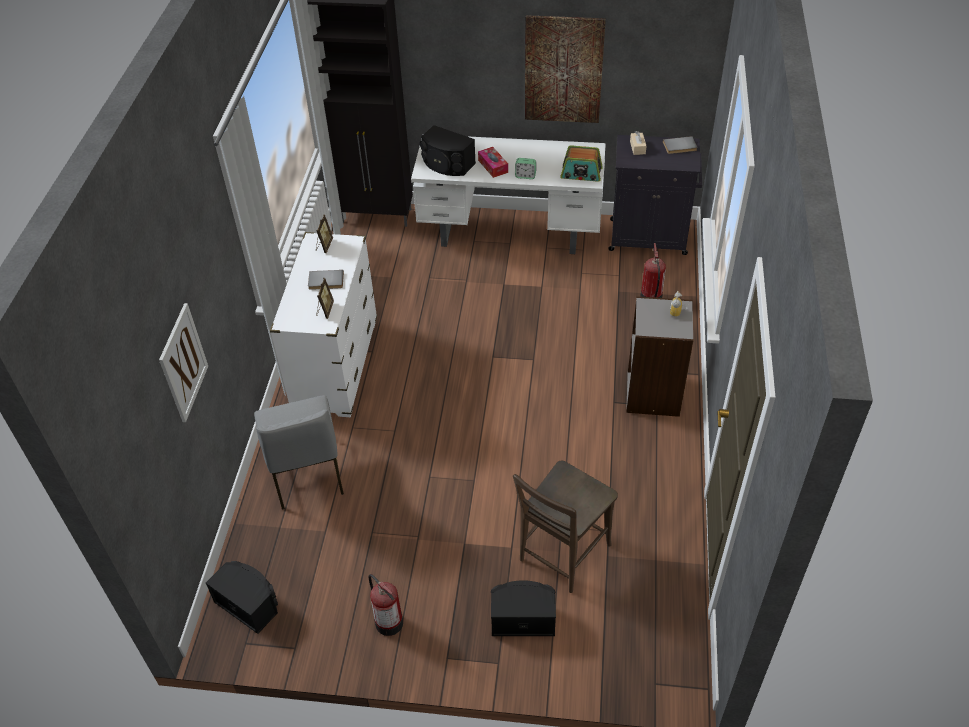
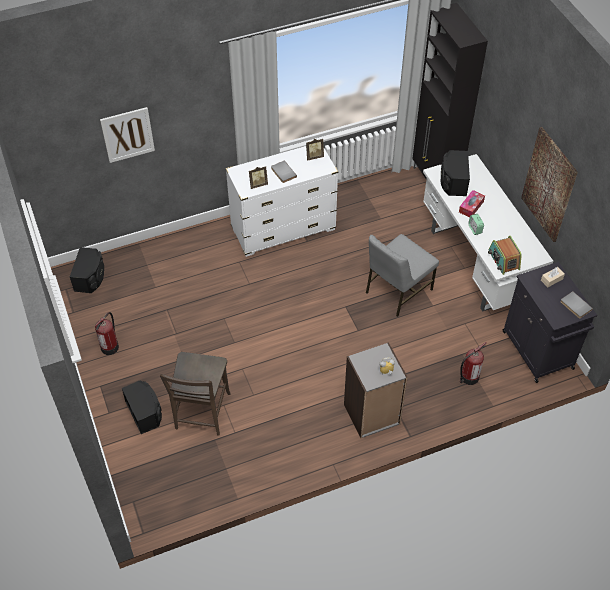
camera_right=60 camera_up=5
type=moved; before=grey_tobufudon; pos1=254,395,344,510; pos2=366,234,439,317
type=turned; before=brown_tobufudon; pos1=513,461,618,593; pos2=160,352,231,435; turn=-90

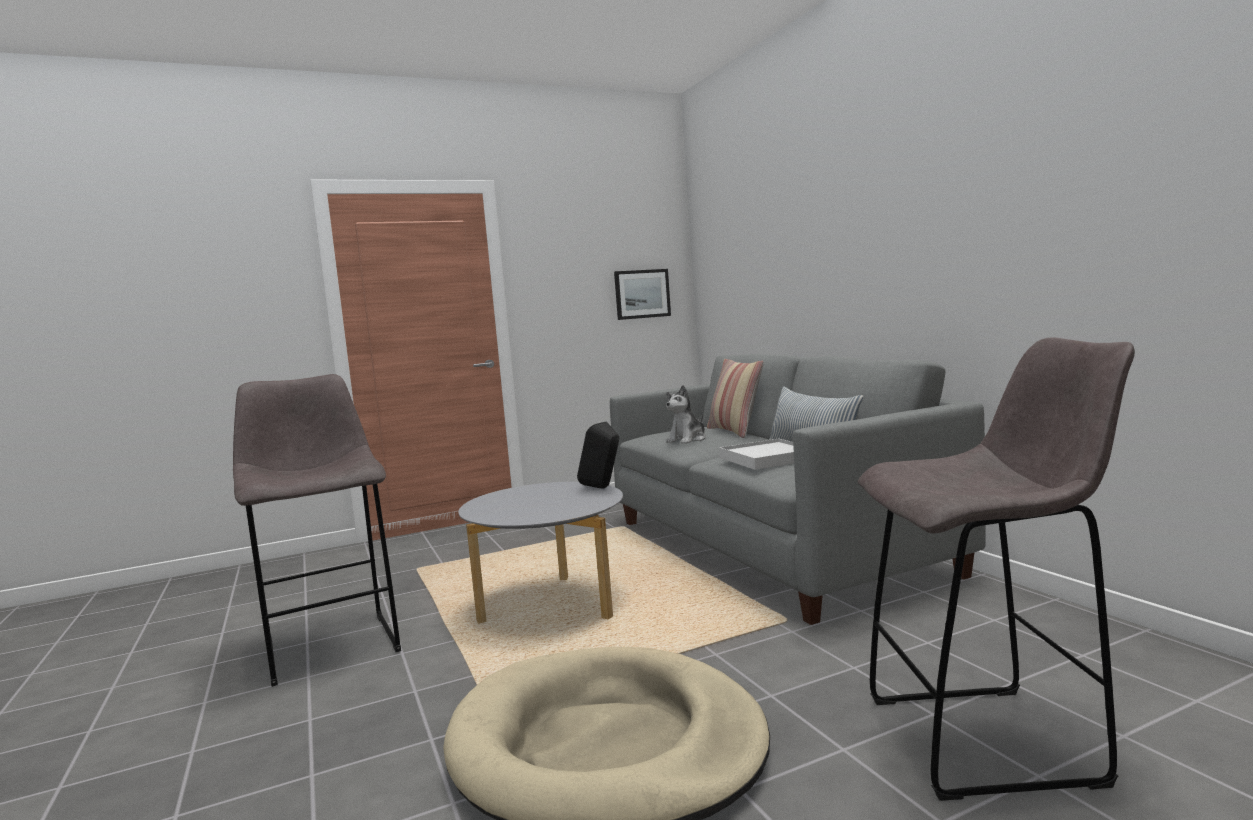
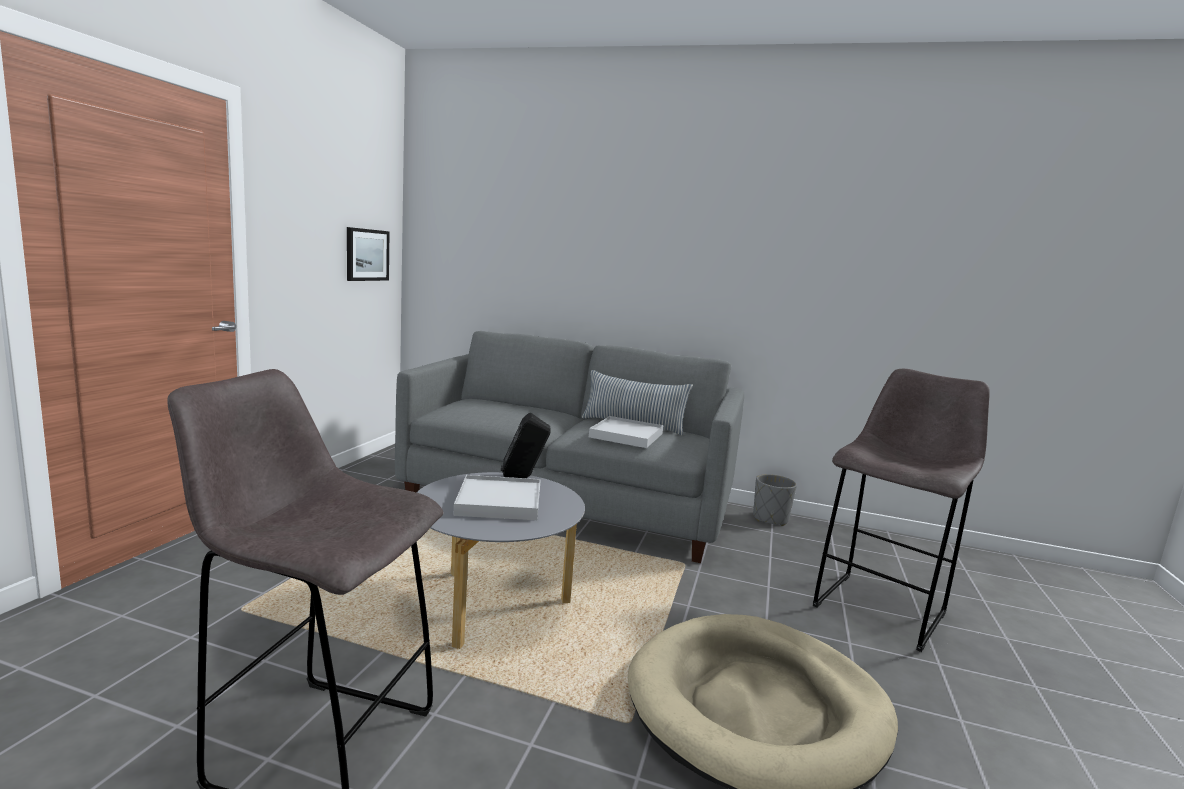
camera_right=-50 camera_up=5
type=removed; before=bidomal; pos1=666,385,706,444
type=removed; before=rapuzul; pos1=707,359,764,438
type=added; after=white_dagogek; pos2=453,475,541,520
type=added; after=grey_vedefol; pos2=753,474,797,526

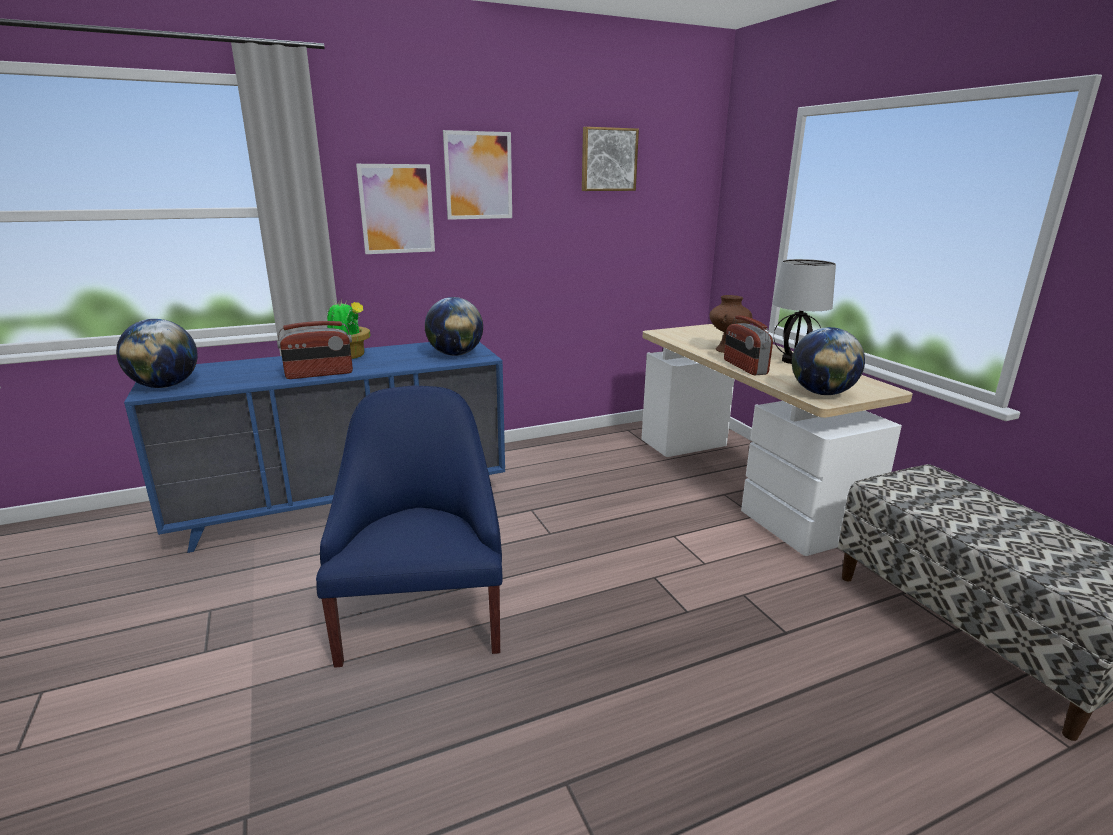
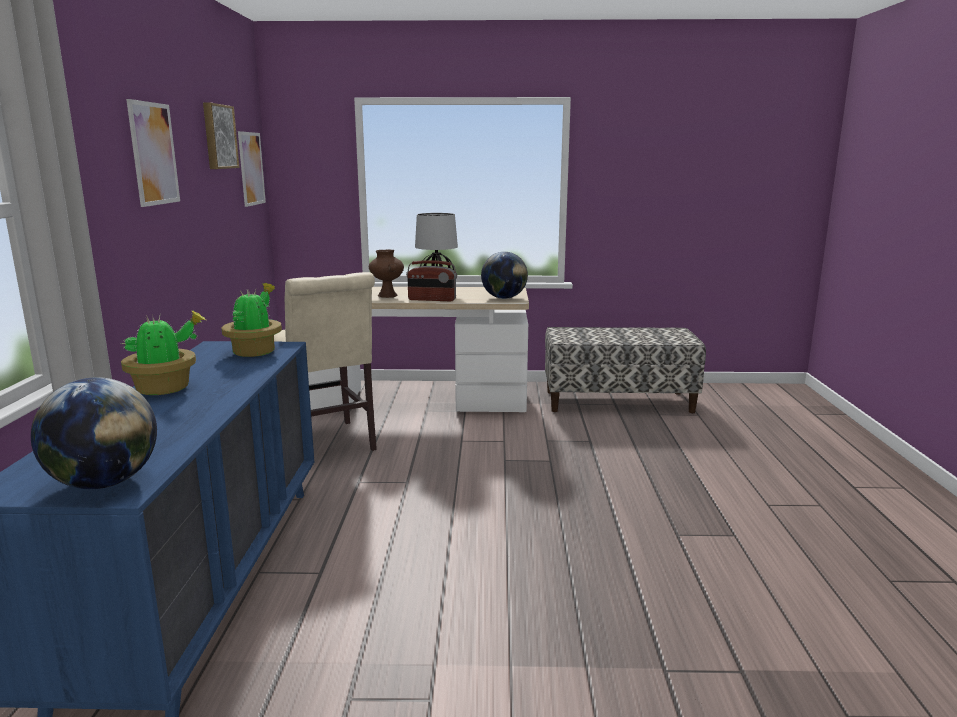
camera_right=-65 camera_up=-5
type=removed; before=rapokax; pos1=277,321,353,379
type=removed; before=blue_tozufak; pos1=316,386,503,668
type=added; after=beige_tobufudon; pos2=274,272,377,451
type=moved; before=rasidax; pos1=356,164,435,254; pos2=238,131,266,207
type=replaced; before=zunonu; after=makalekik; pos1=425,297,483,356; pos2=221,283,282,357

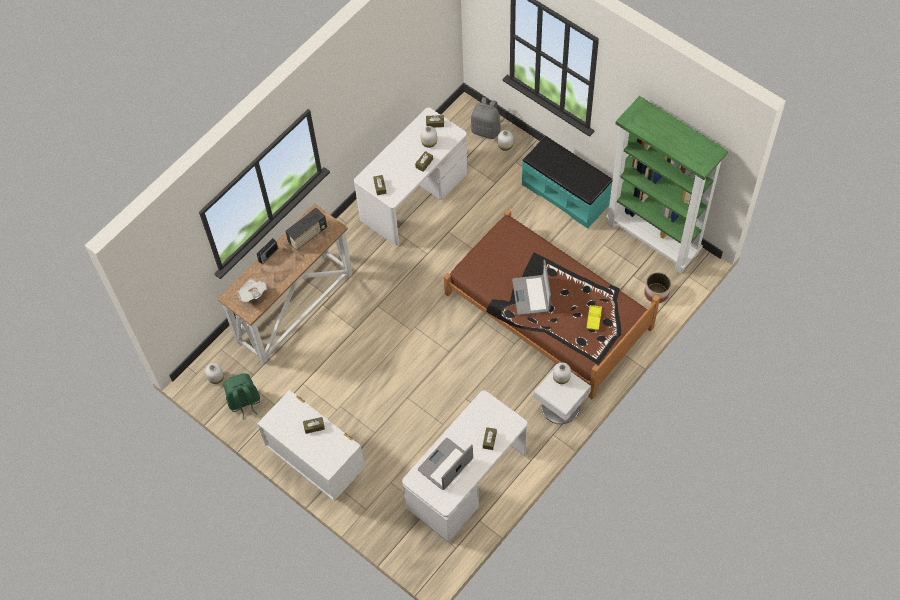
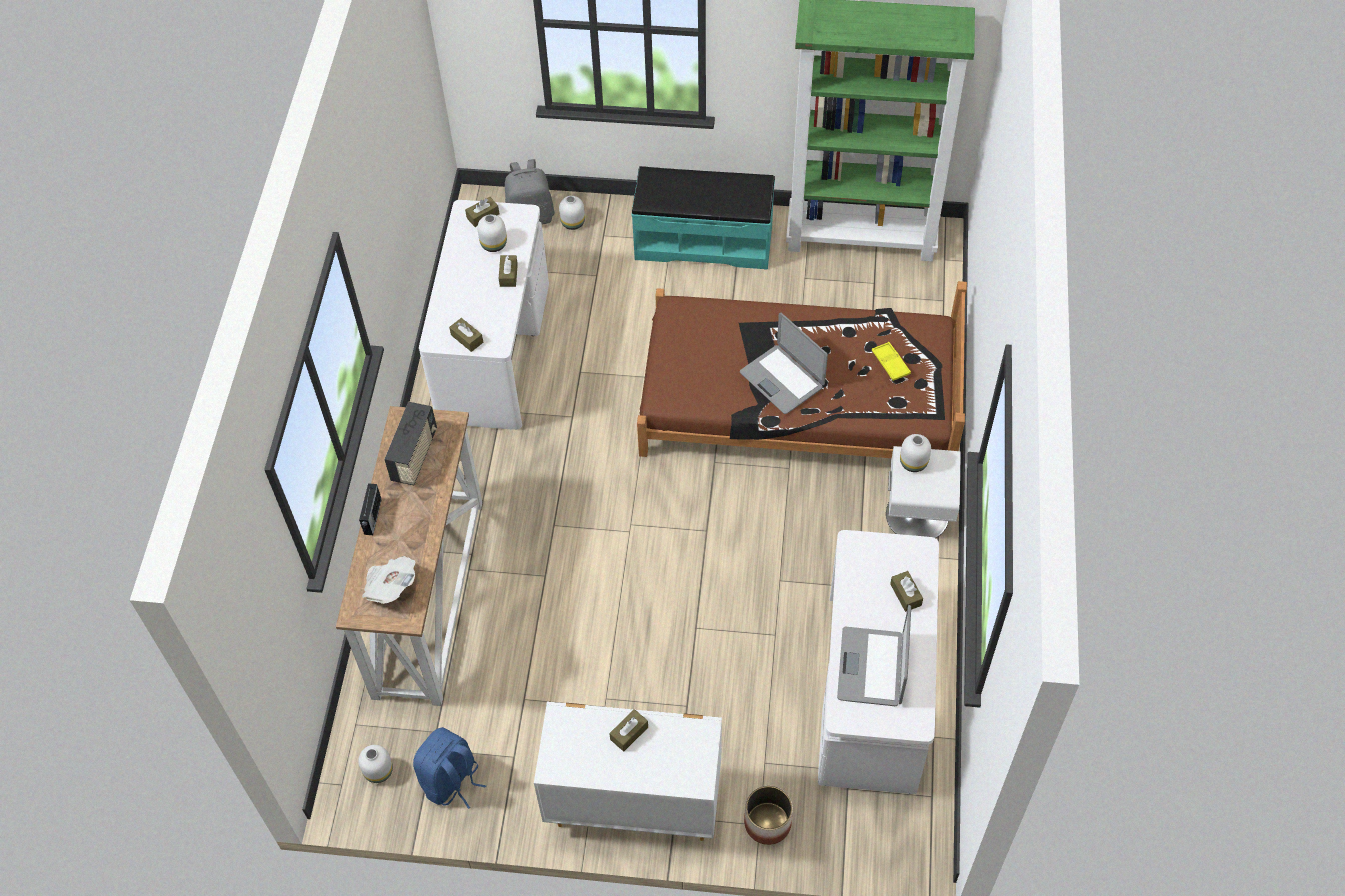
camera_right=-35 camera_up=-5
type=moved; before=vedefol; pos1=644,272,671,303; pos2=744,786,793,845
type=recoloured; before=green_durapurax; after=blue_durapurax; pos1=224,373,260,420; pos2=413,727,486,809

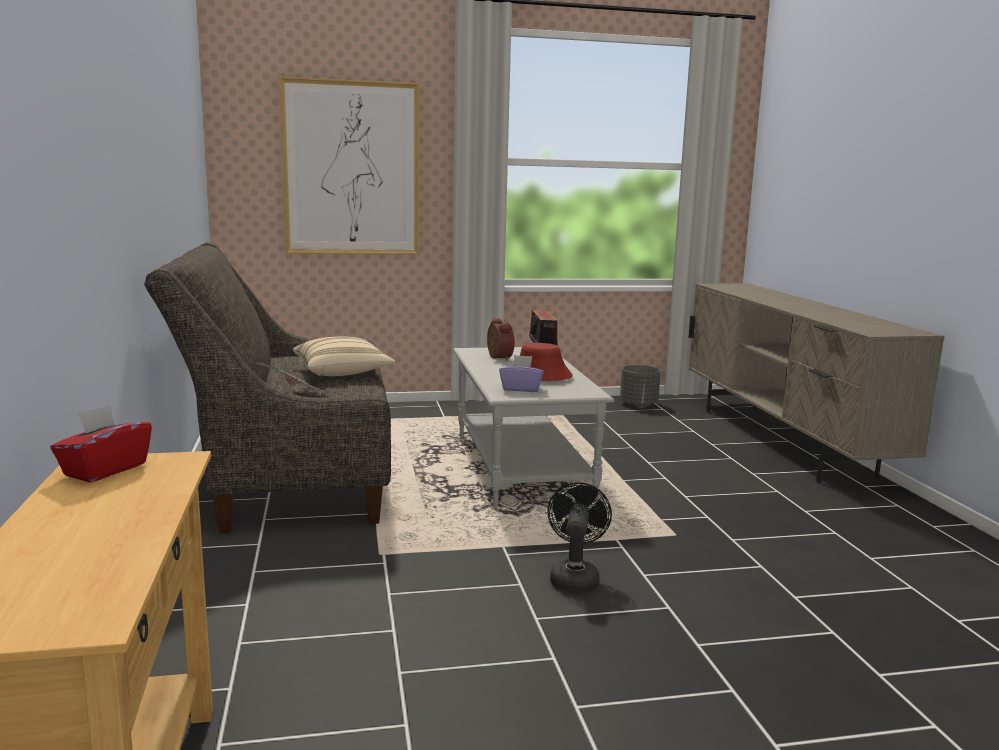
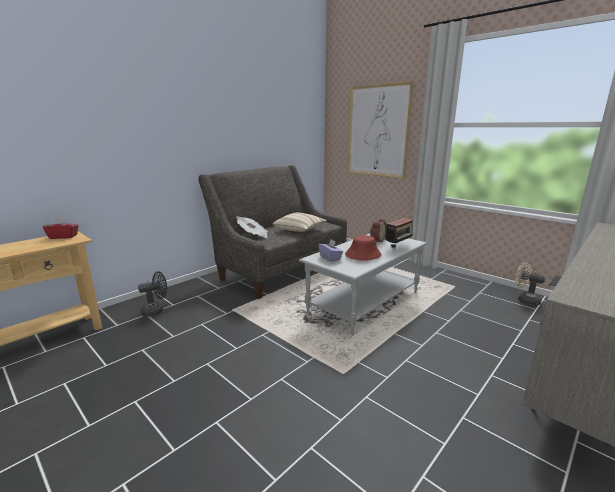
camera_right=55 camera_up=5
type=moved; before=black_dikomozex; pos1=547,482,612,593; pos2=138,271,167,316
type=replaced; before=grey_vedefol; after=beige_dikomozex; pos1=620,365,661,407; pos2=515,263,545,305

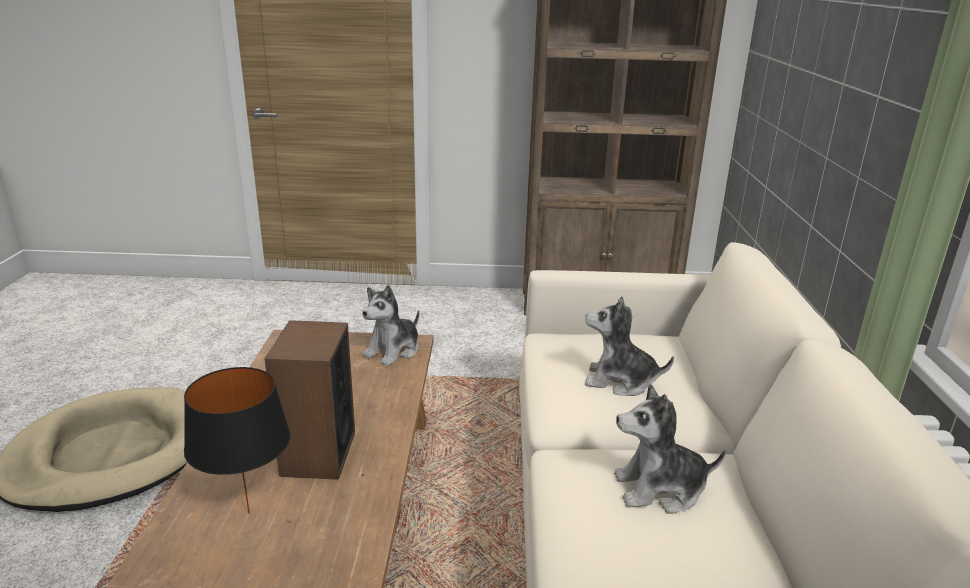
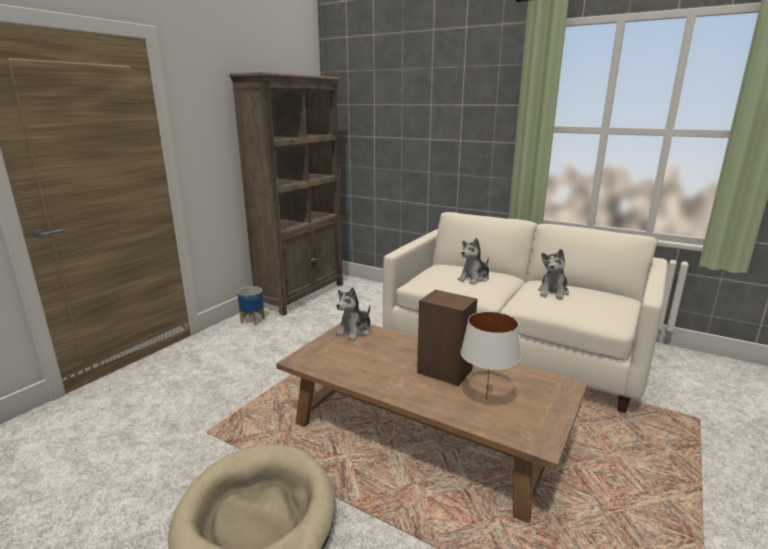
camera_right=-60 camera_up=-5
type=added; after=vedefol; pos2=237,286,265,325
type=recoloured; before=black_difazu; after=white_difazu; pos1=184,367,291,514; pos2=461,312,521,400
type=turned; before=bidomal; pos1=362,285,419,366; pos2=336,287,371,341; turn=60

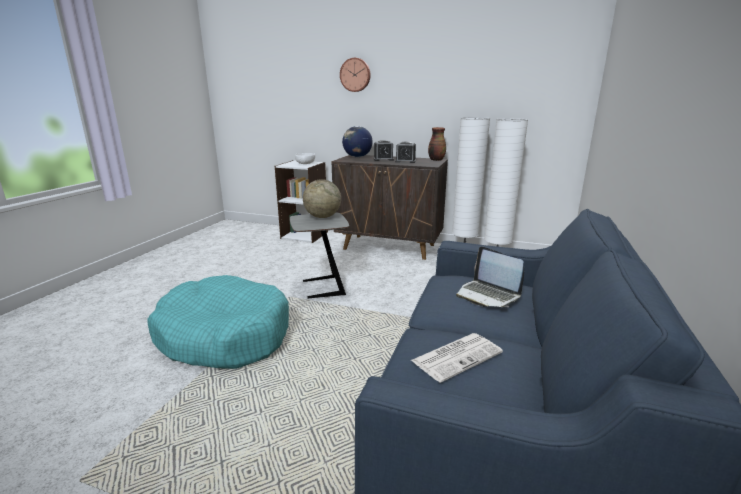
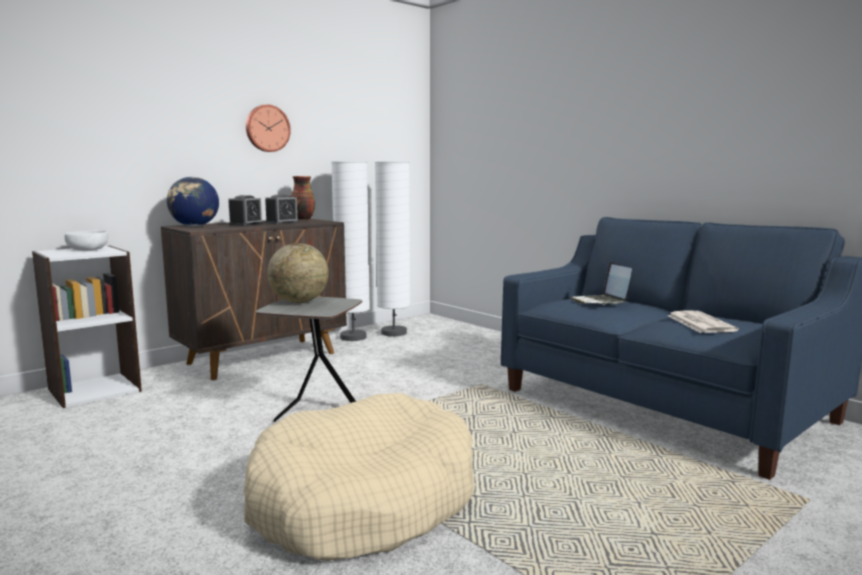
camera_right=-60 camera_up=-10
type=moved; before=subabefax; pos1=340,58,371,92; pos2=246,105,291,152
type=recoloured; before=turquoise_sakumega; after=beige_sakumega; pos1=148,275,289,369; pos2=244,393,474,561
type=turned; before=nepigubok; pos1=456,246,524,307; pos2=571,262,632,305; turn=90

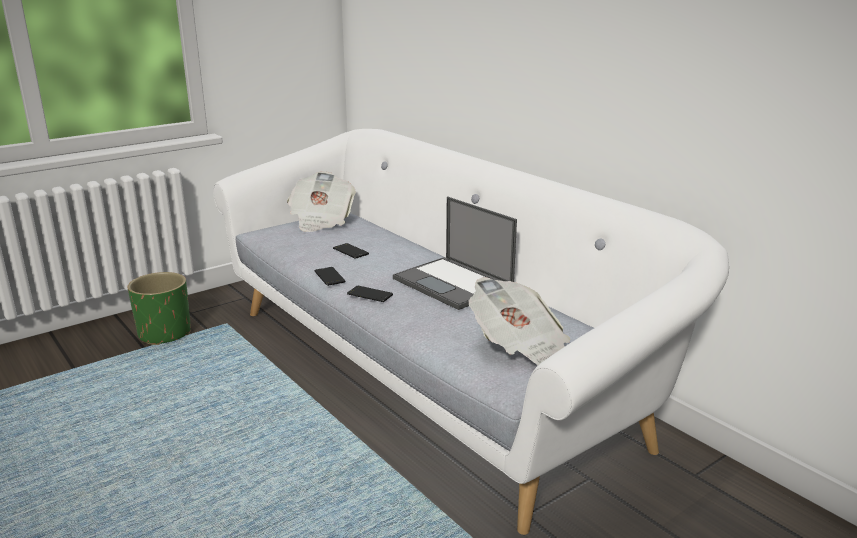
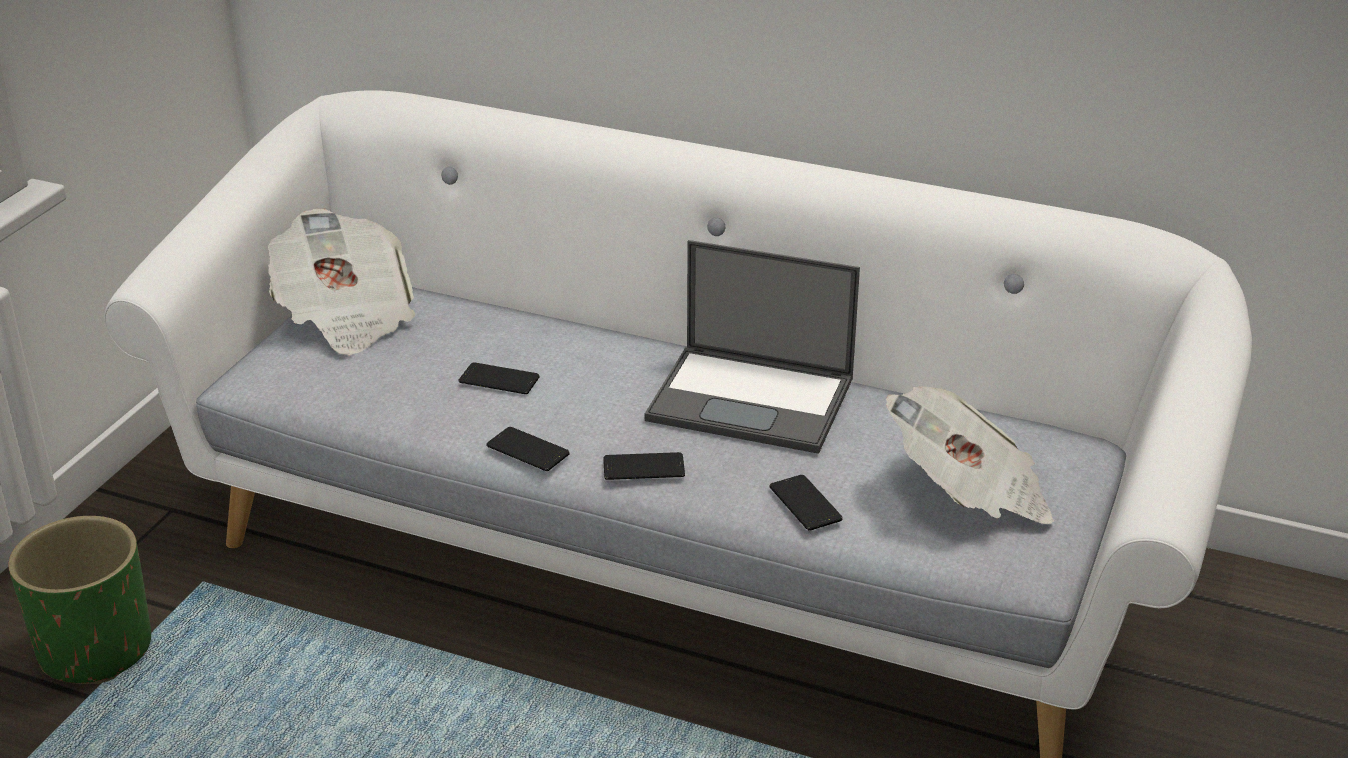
camera_right=-30 camera_up=10
type=added; after=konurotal; pos2=769,475,843,531

